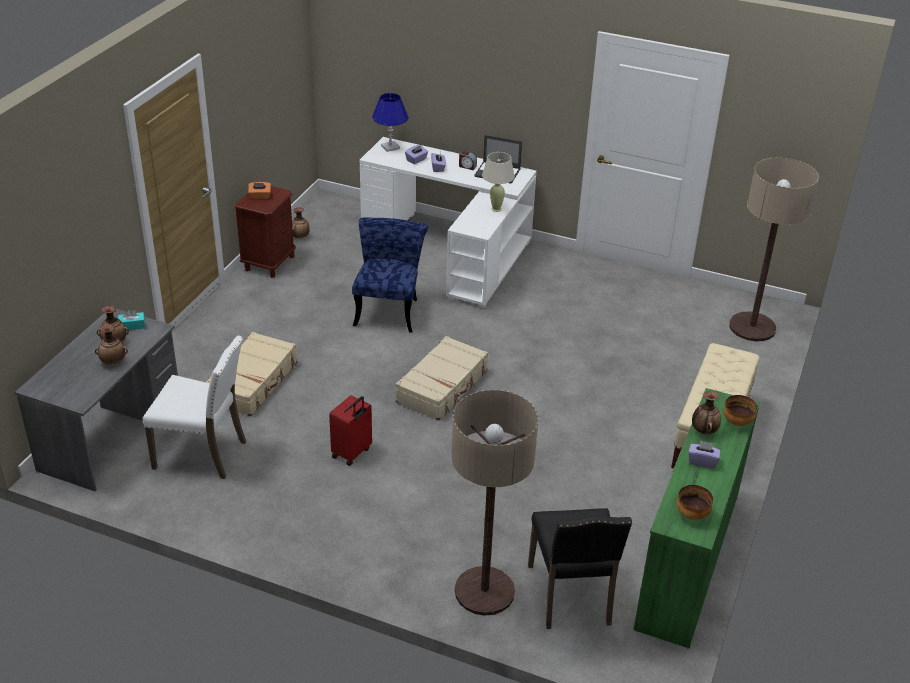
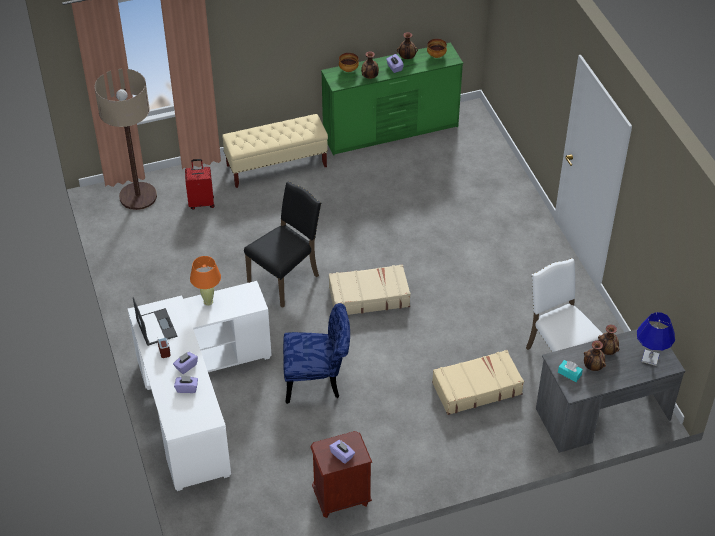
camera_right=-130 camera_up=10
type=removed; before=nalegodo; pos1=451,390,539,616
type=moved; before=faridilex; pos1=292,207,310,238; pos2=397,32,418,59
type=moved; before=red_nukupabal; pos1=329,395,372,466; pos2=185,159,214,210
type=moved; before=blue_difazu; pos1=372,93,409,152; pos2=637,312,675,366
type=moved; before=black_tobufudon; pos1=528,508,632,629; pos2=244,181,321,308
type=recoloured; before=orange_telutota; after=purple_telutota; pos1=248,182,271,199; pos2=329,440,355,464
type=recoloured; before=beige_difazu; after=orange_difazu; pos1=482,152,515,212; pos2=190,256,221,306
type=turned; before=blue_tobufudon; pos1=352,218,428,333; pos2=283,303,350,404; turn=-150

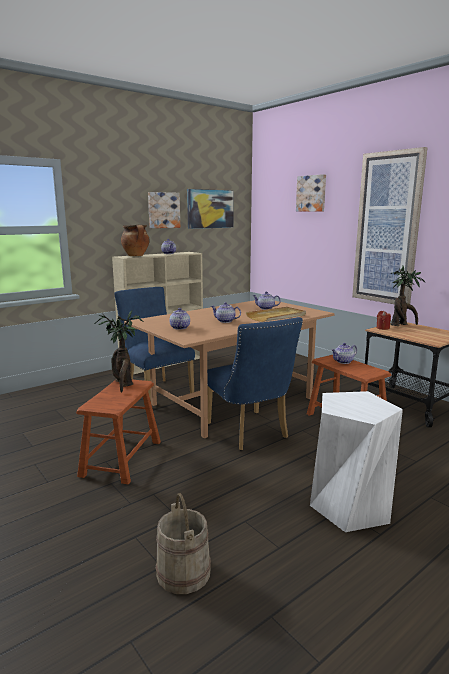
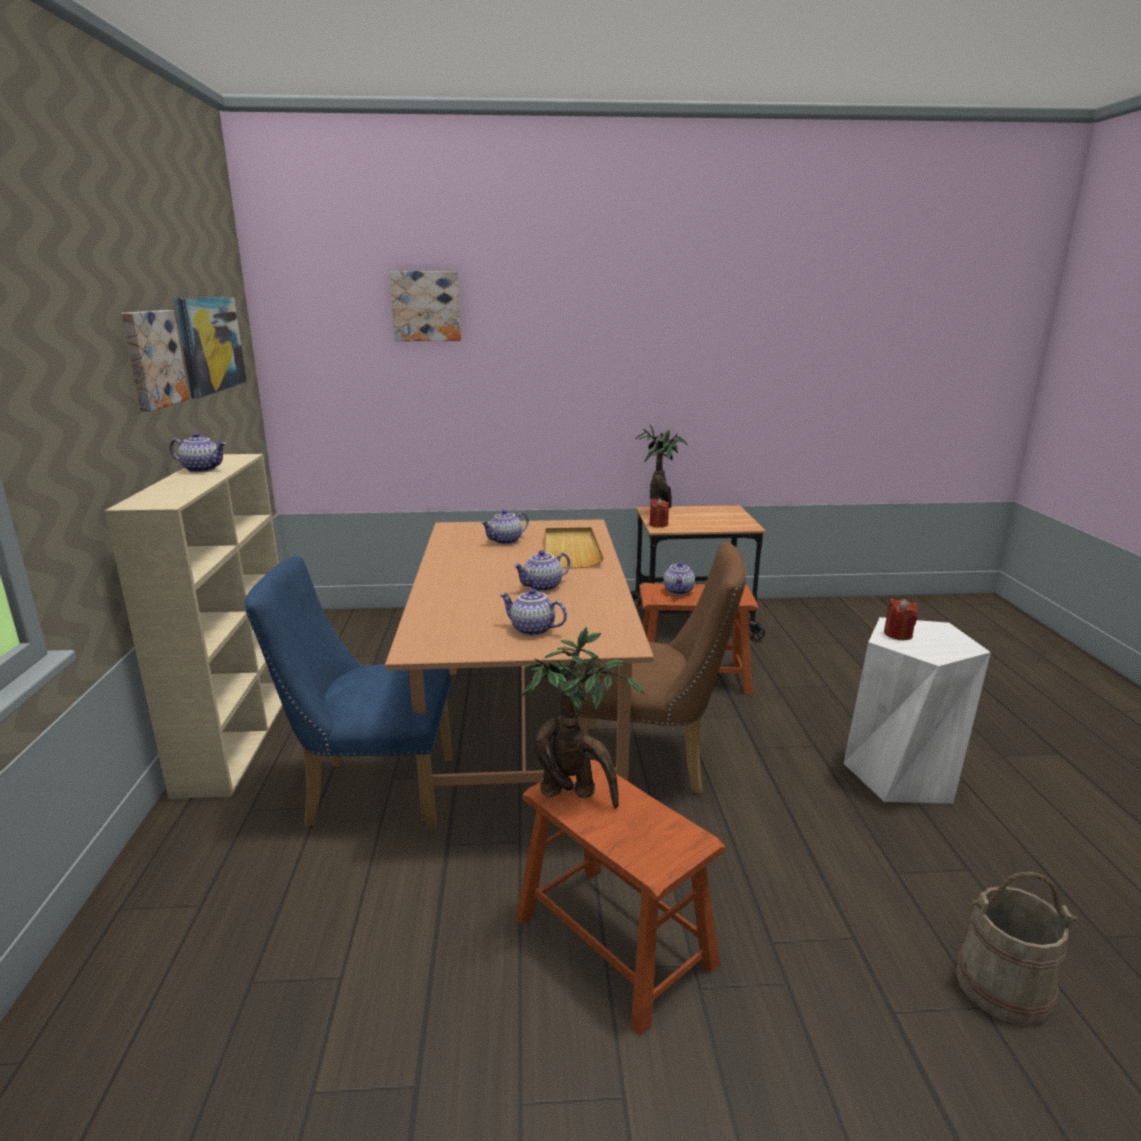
camera_right=-55 camera_up=5
type=removed; before=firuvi; pos1=121,225,150,256
type=removed; before=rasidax; pos1=352,147,428,304
type=added; after=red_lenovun; pos2=884,598,917,640
type=recoloured; before=blue_tobufudon; after=brown_tobufudon; pos1=207,317,303,450; pos2=573,542,747,794

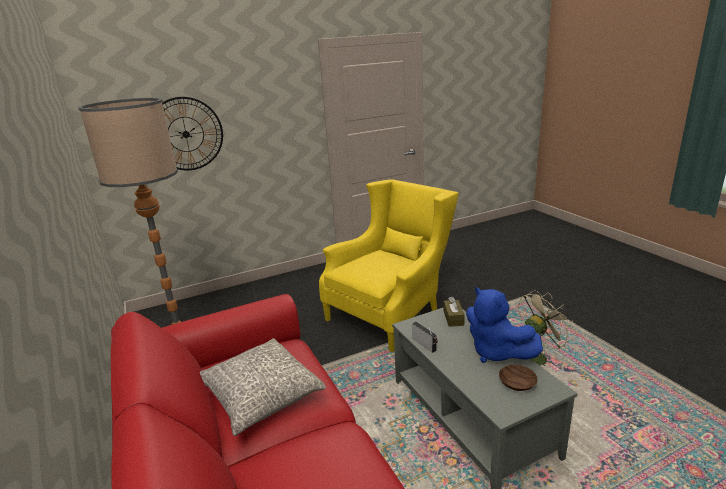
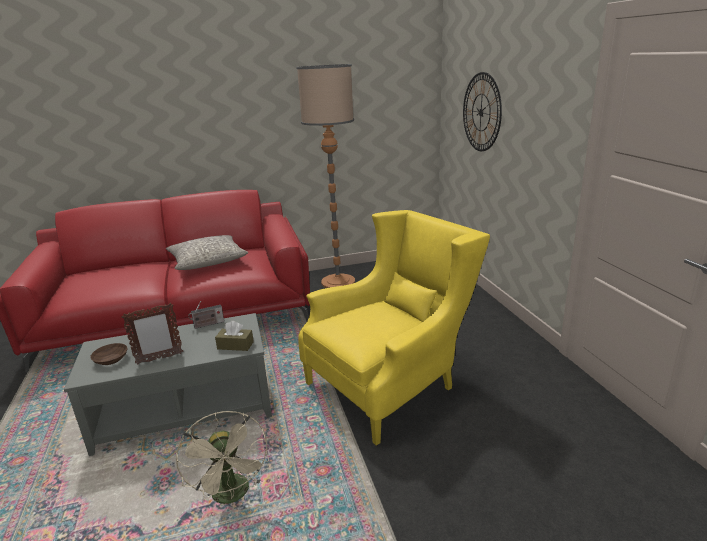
camera_right=100 camera_up=0
type=replaced; before=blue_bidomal; after=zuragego; pos1=466,287,543,363; pos2=121,303,183,365
type=turned; before=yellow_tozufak; pos1=319,180,458,352; pos2=298,210,490,445; turn=-90

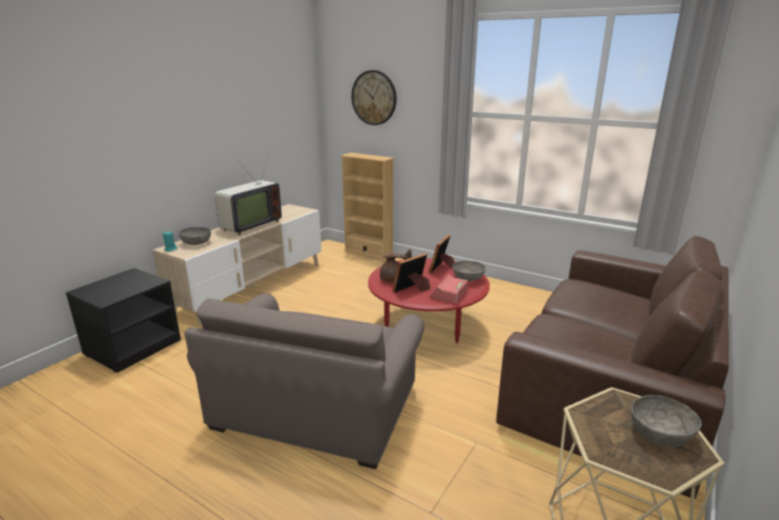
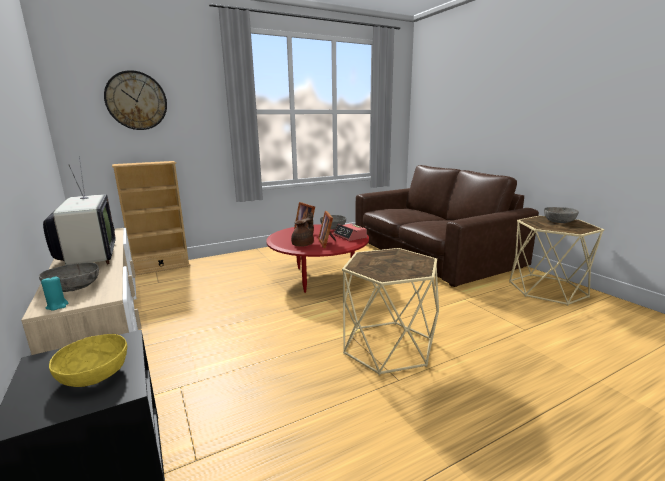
camera_right=-60 camera_up=-5
type=added; after=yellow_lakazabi; pos2=49,334,127,387
type=replaced; before=grey_tozufak; after=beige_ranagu; pos1=184,294,425,469; pos2=342,248,439,376

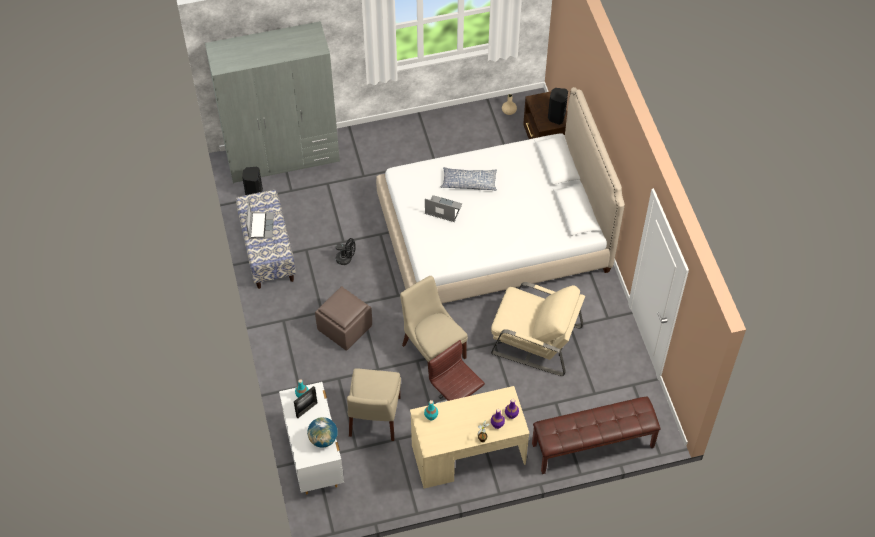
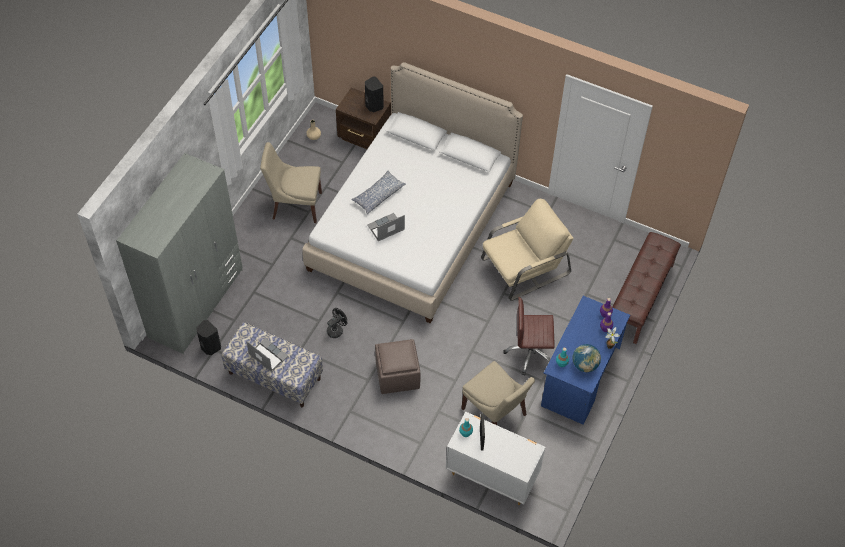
camera_right=-50 camera_up=0
type=moved; before=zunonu; pos1=307,417,338,448; pos2=572,344,601,372
type=moved; before=beige_tobufudon; pos1=400,276,468,373; pos2=260,142,322,223
type=recoloured; before=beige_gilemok; after=blue_gilemok; pos1=410,386,530,489; pos2=541,296,630,425

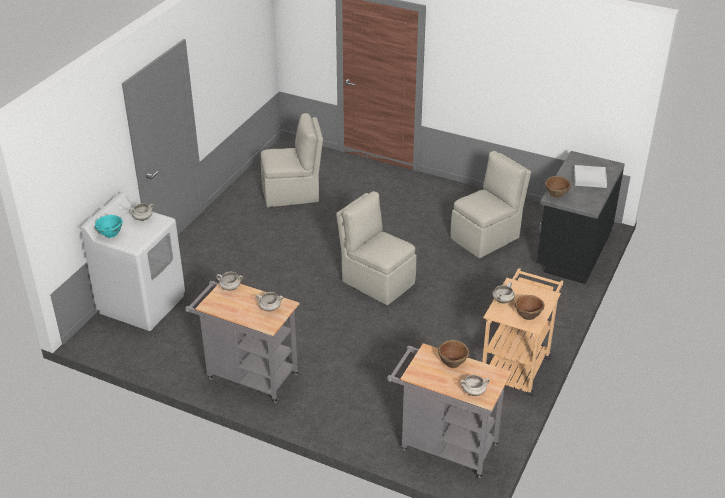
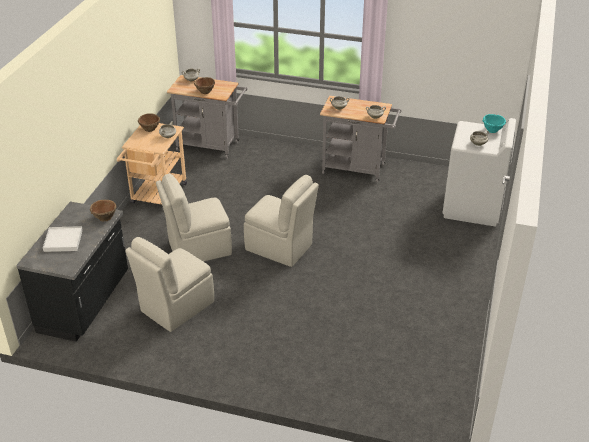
camera_right=170 camera_up=0
type=moved; before=beige_tobufudon; pos1=261,113,323,207; pos2=156,174,232,262

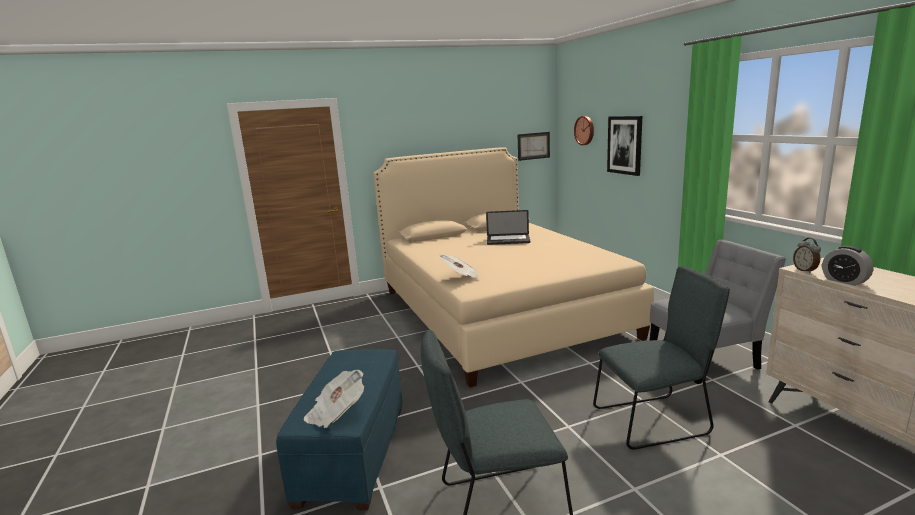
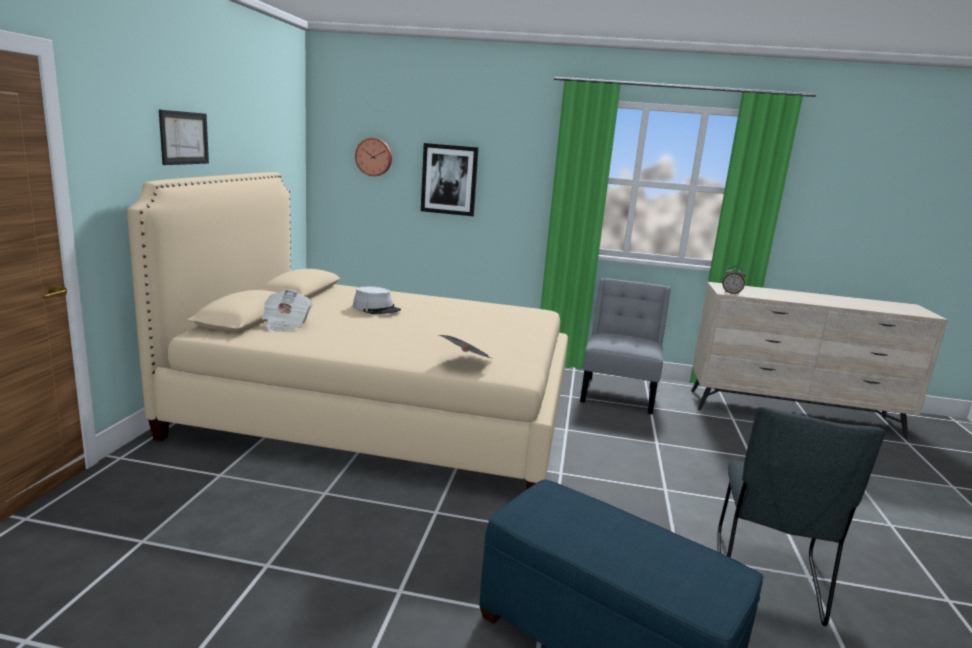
camera_right=-60 camera_up=0
type=removed; before=grey_tobufudon; pos1=593,266,730,450
type=removed; before=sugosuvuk; pos1=822,246,874,286
type=moved; before=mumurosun; pos1=304,370,364,428; pos2=261,290,313,332
type=moved; before=rasidax; pos1=517,132,550,161; pos2=159,110,209,165
type=replaced; before=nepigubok; after=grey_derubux; pos1=486,210,530,245; pos2=353,286,401,314

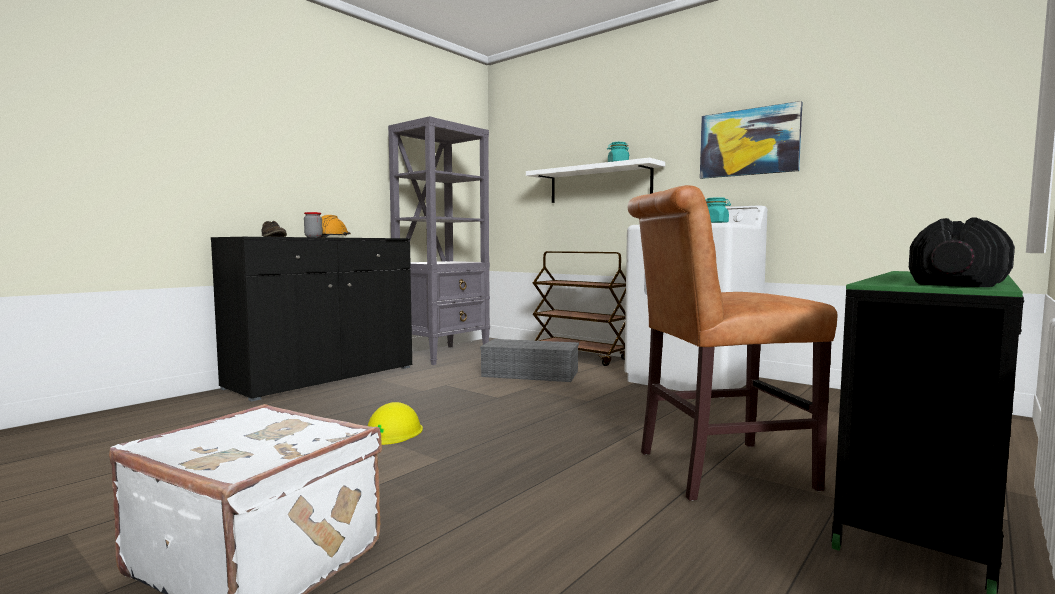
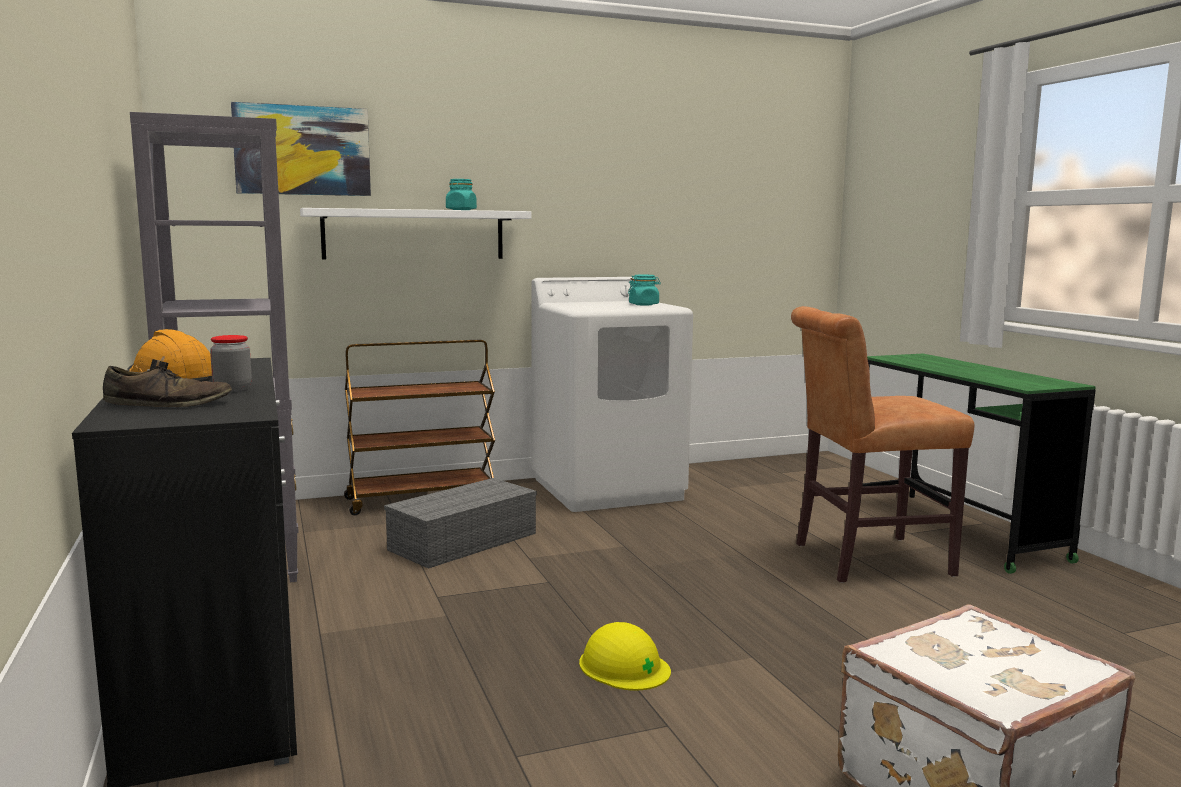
camera_right=-60 camera_up=5
type=removed; before=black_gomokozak; pos1=909,217,1015,287
type=moved; before=rasidax; pos1=700,101,803,179; pos2=231,102,371,196
type=turned; before=brown_tobufudon; pos1=628,185,837,501; pos2=791,306,975,583; turn=60

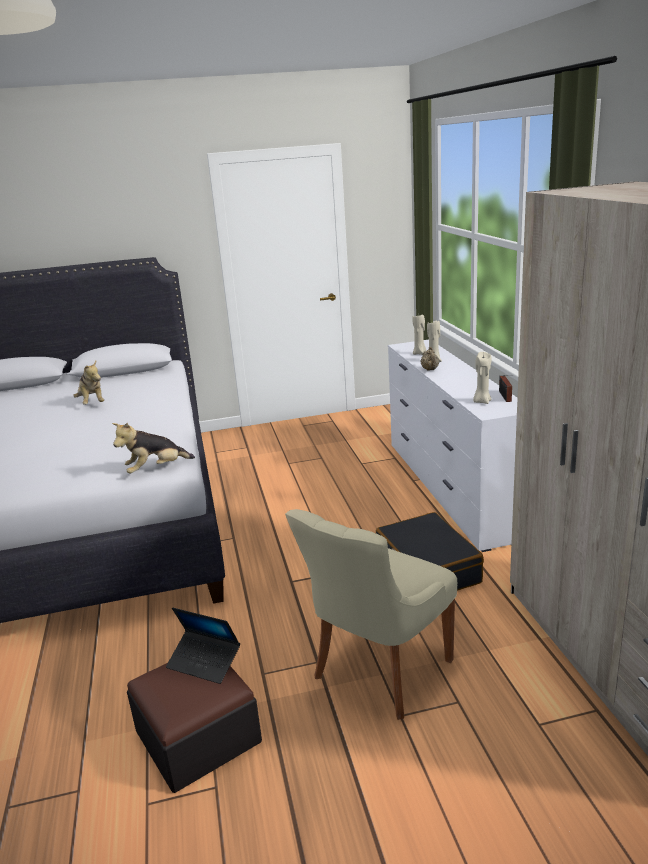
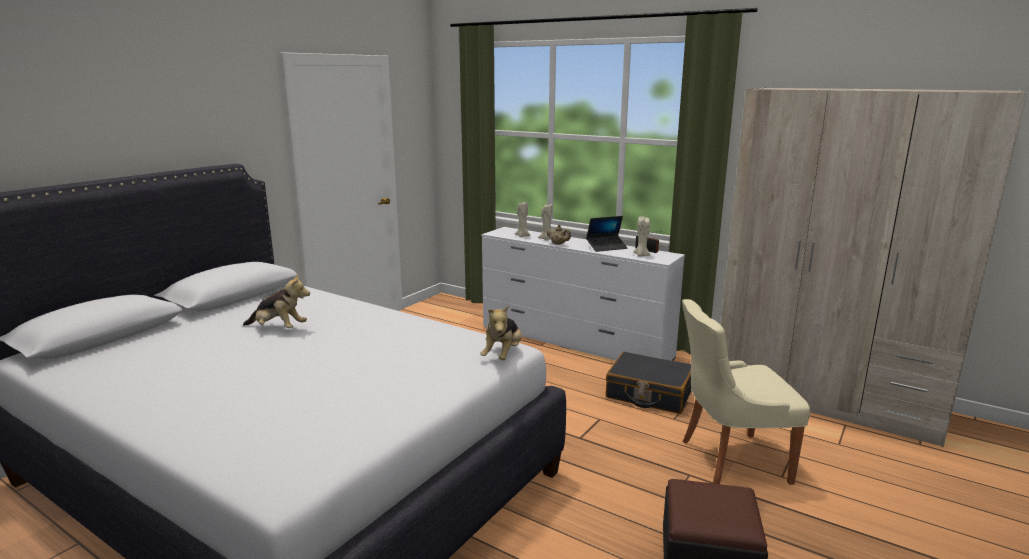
camera_right=-45 camera_up=-5
type=moved; before=nepigubok; pos1=166,607,240,684; pos2=586,216,628,252
type=turned; before=beige_tobufudon; pos1=285,509,457,720; pos2=682,299,810,485; turn=90

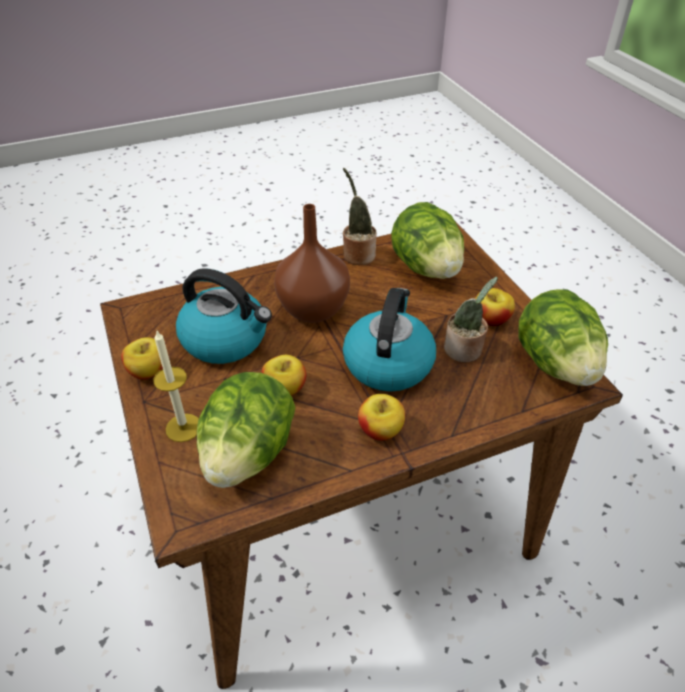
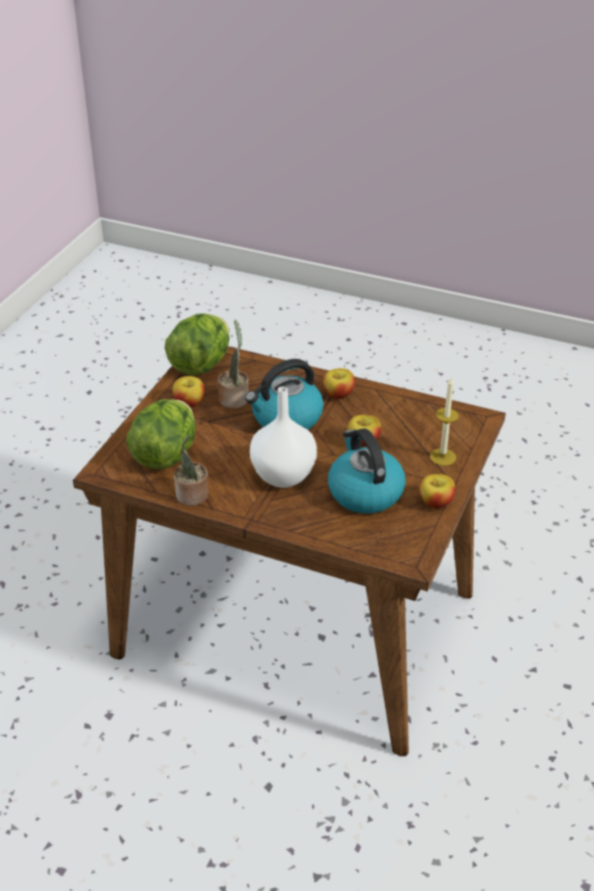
camera_right=-135 camera_up=-5
type=removed; before=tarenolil; pos1=197,372,296,488
type=recoloured; before=brown_faridilex; after=white_faridilex; pos1=274,204,350,323; pos2=250,386,317,488

